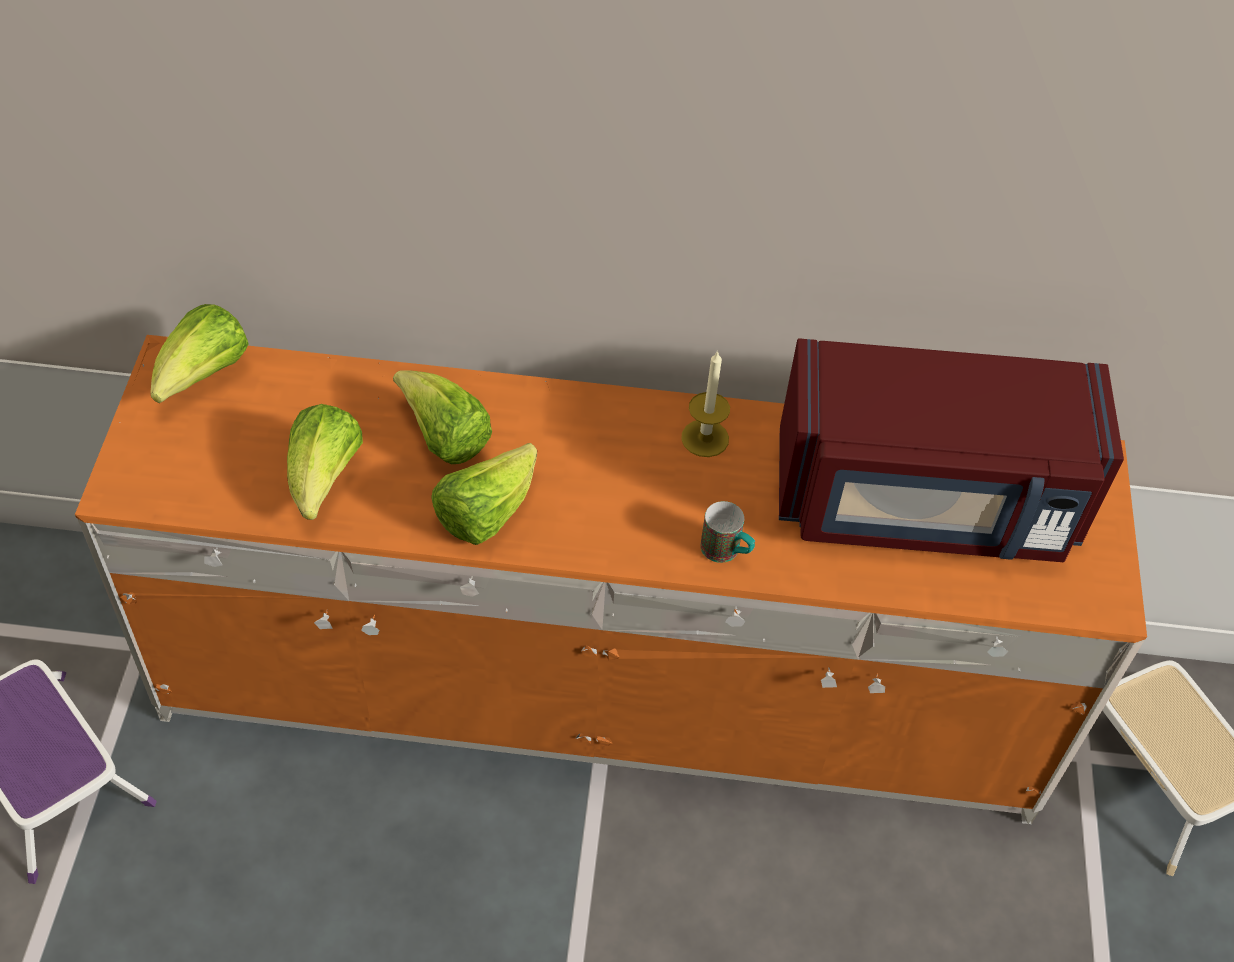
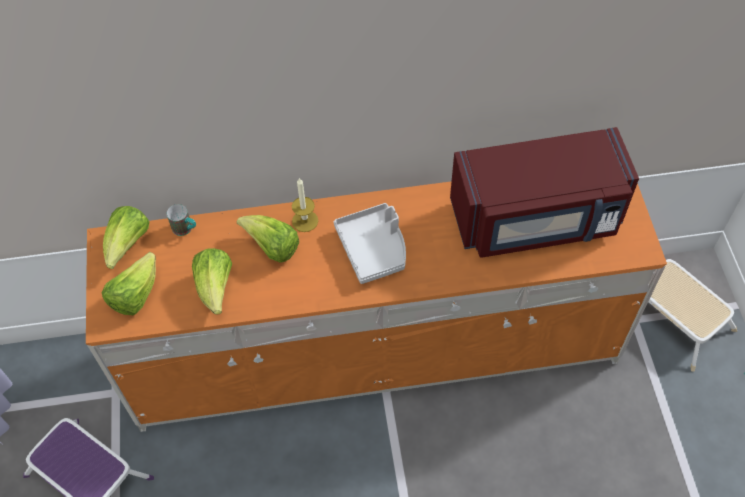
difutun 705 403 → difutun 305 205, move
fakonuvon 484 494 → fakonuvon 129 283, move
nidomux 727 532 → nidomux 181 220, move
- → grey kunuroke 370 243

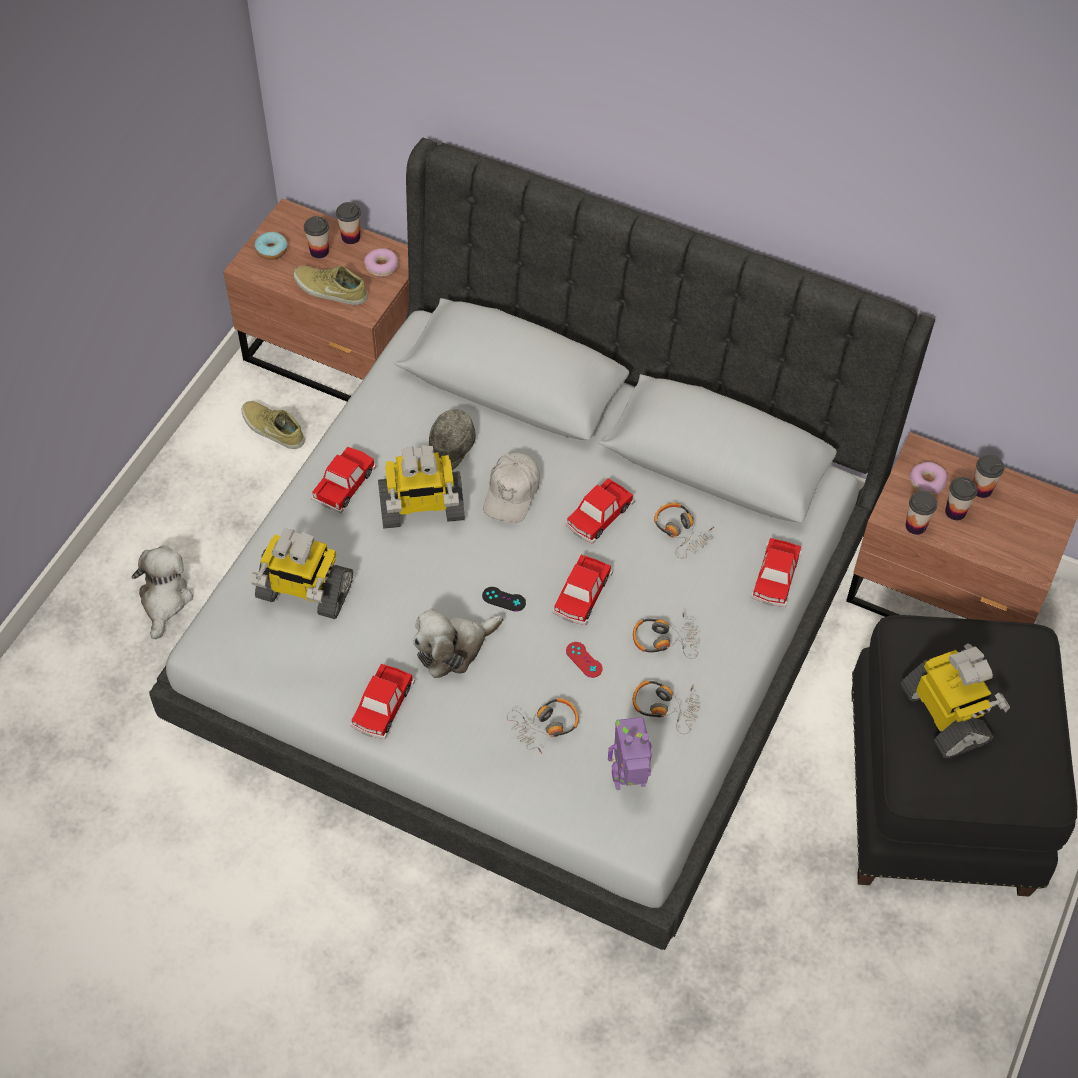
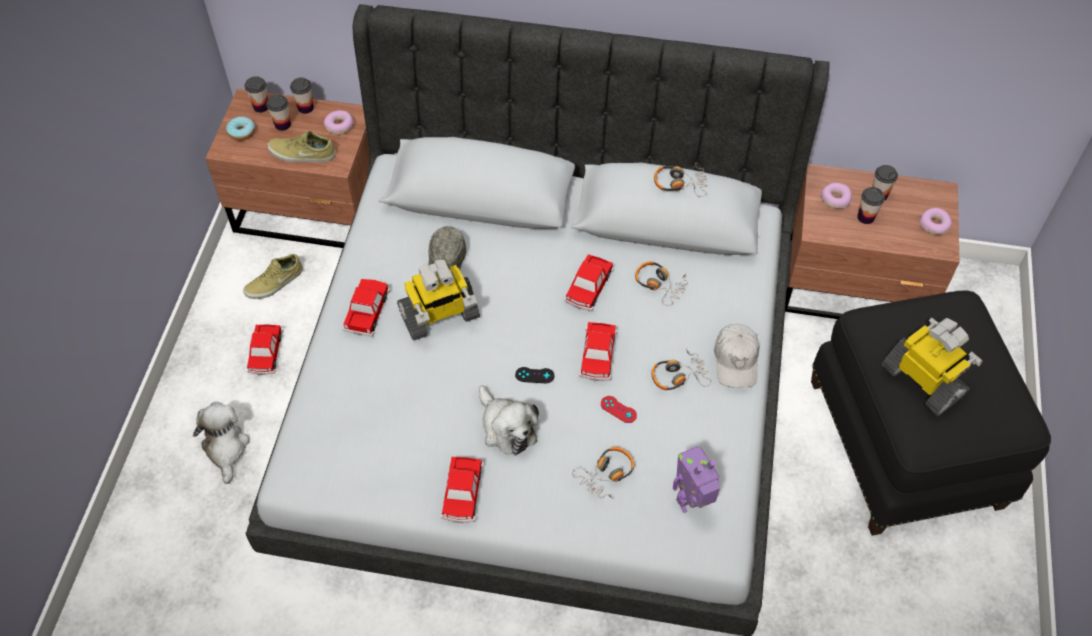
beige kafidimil 273 425 → beige kafidimil 273 276, 60 degrees counterclockwise
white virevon 512 487 → white virevon 737 356, move
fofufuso 921 513 → fofufuso 256 94, move
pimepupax 302 574 → -
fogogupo 776 572 → fogogupo 265 350, move
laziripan 458 643 → laziripan 509 420, 75 degrees counterclockwise
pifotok 666 707 → pifotok 681 180, move
- → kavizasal 936 221

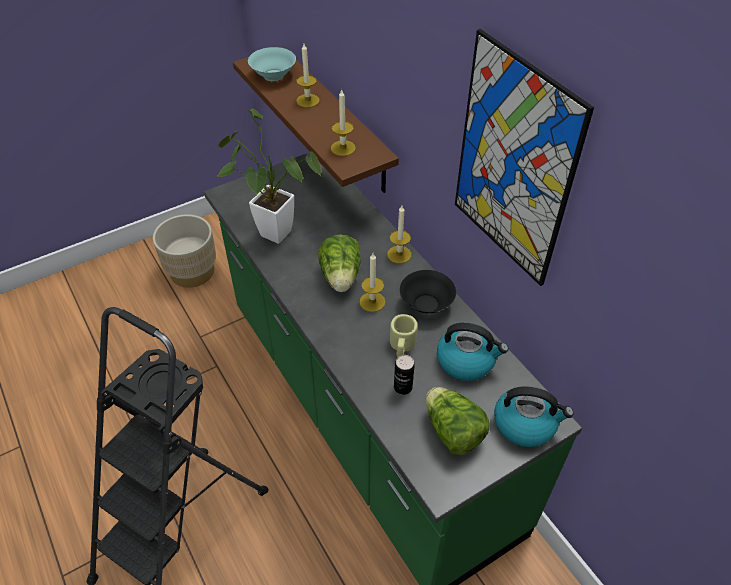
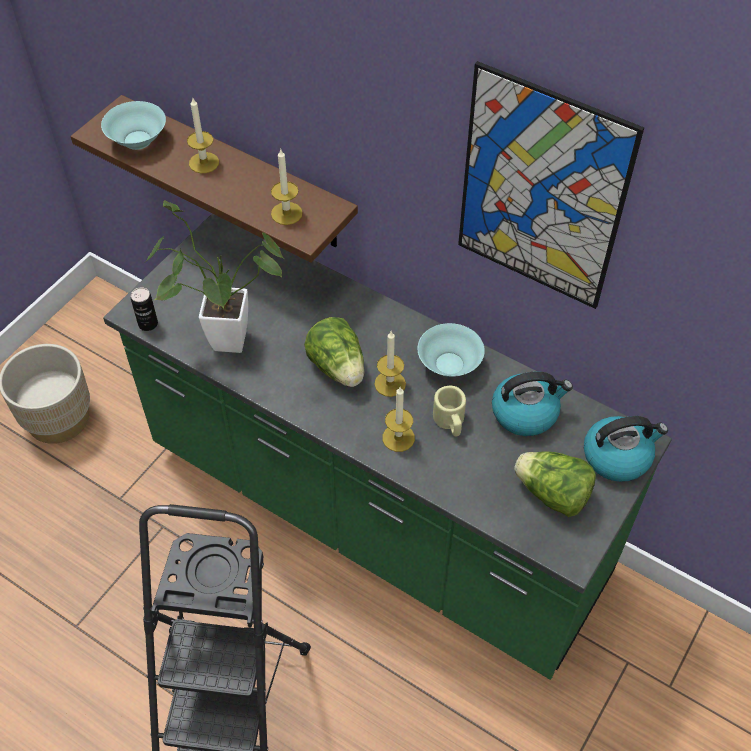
difutun 399 235 → difutun 398 419, move
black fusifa 428 291 → turquoise fusifa 451 350
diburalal 404 375 → diburalal 144 309, move

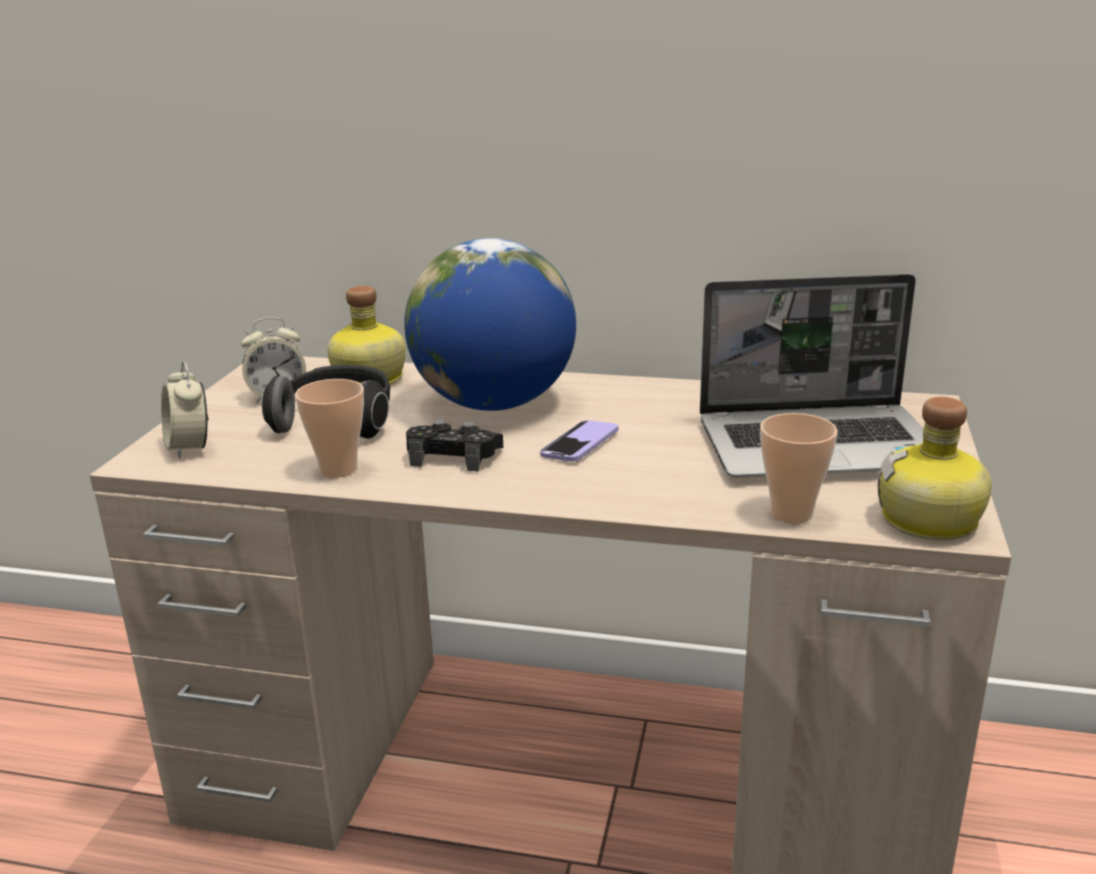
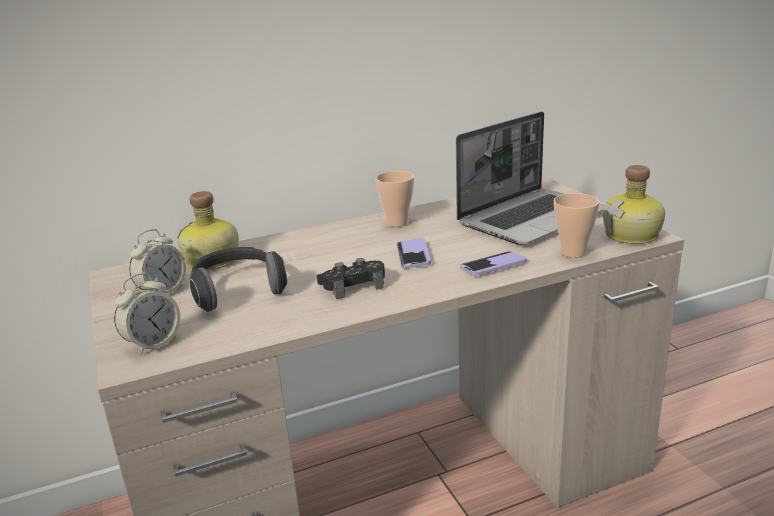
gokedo 490 324 → -
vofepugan 185 410 → vofepugan 147 314, 75 degrees counterclockwise
fofufuso 329 428 → fofufuso 395 199, move
- → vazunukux 493 263

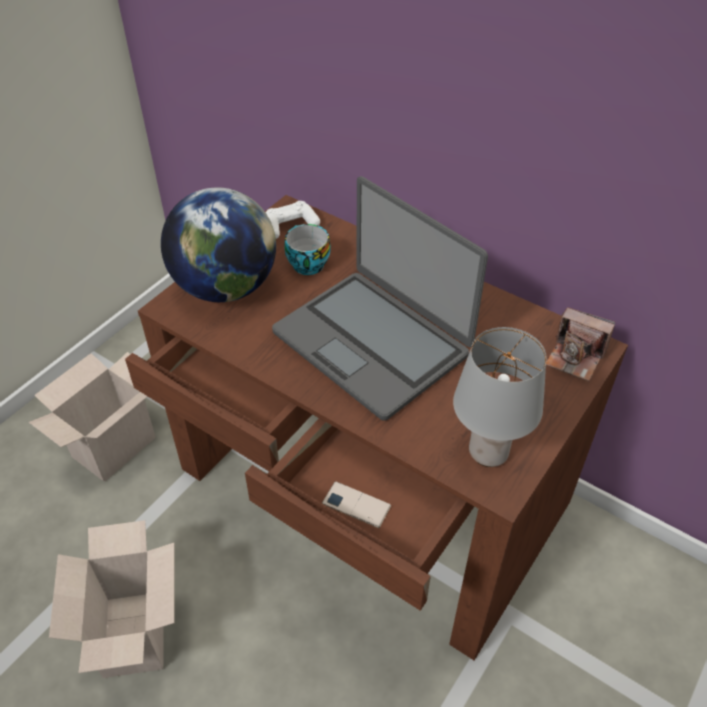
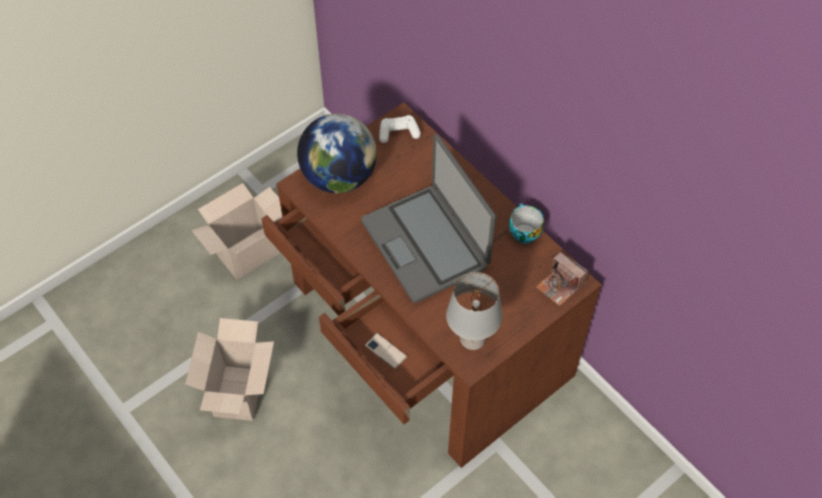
fofufuso 308 249 → fofufuso 526 223, move

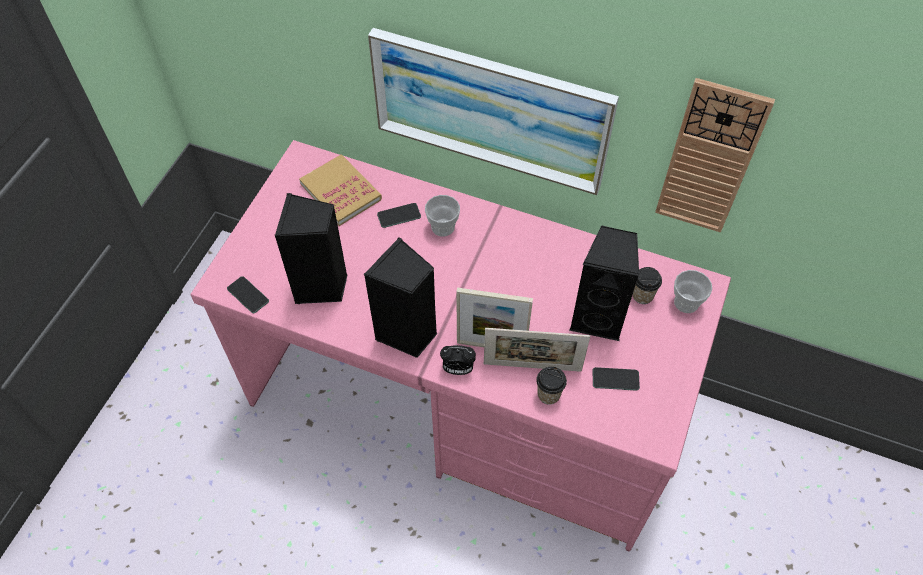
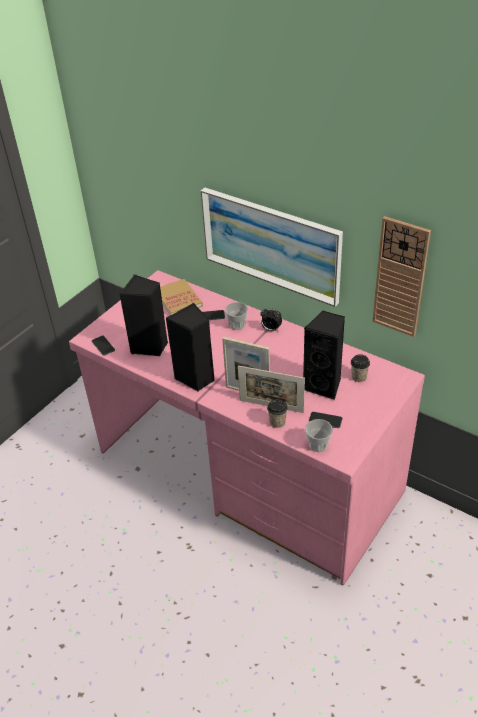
fofufuso 693 291 → fofufuso 319 435, move
vofepugan 458 360 → vofepugan 271 319, move

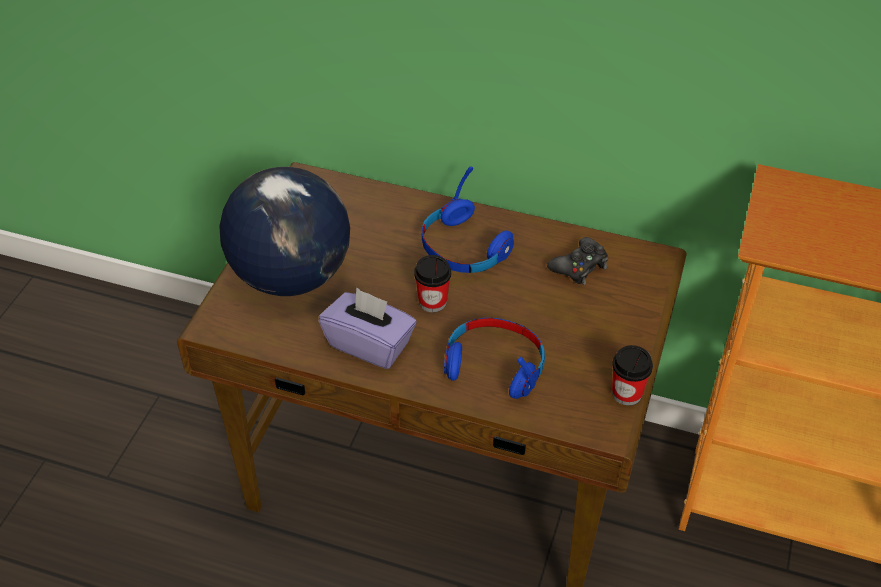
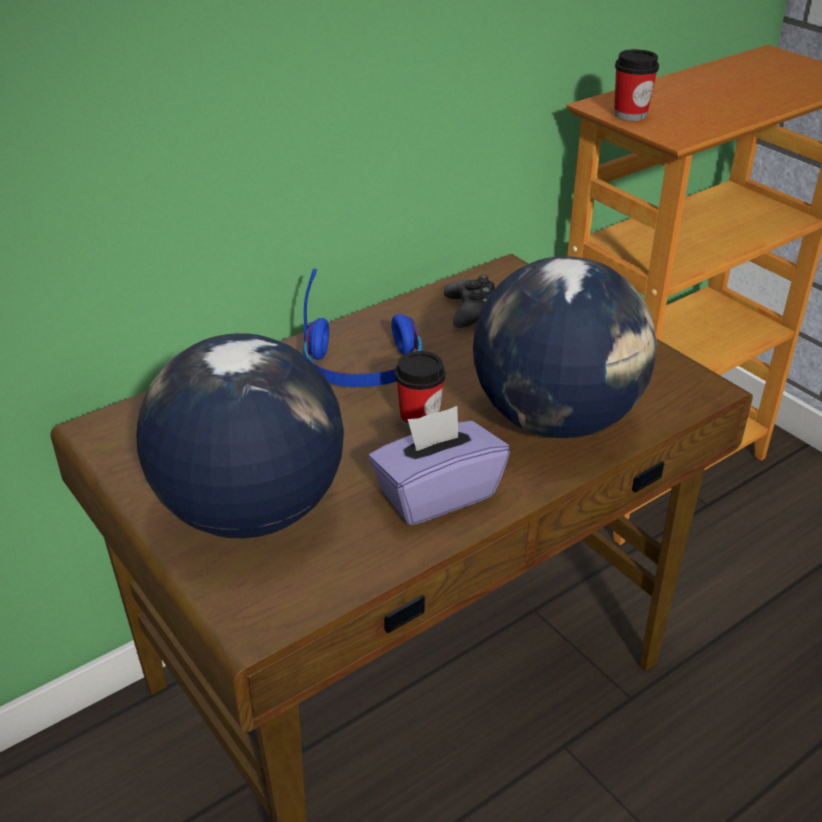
blue pifotok 494 358 → gokedo 565 347
fofufuso 632 375 → fofufuso 636 85, move

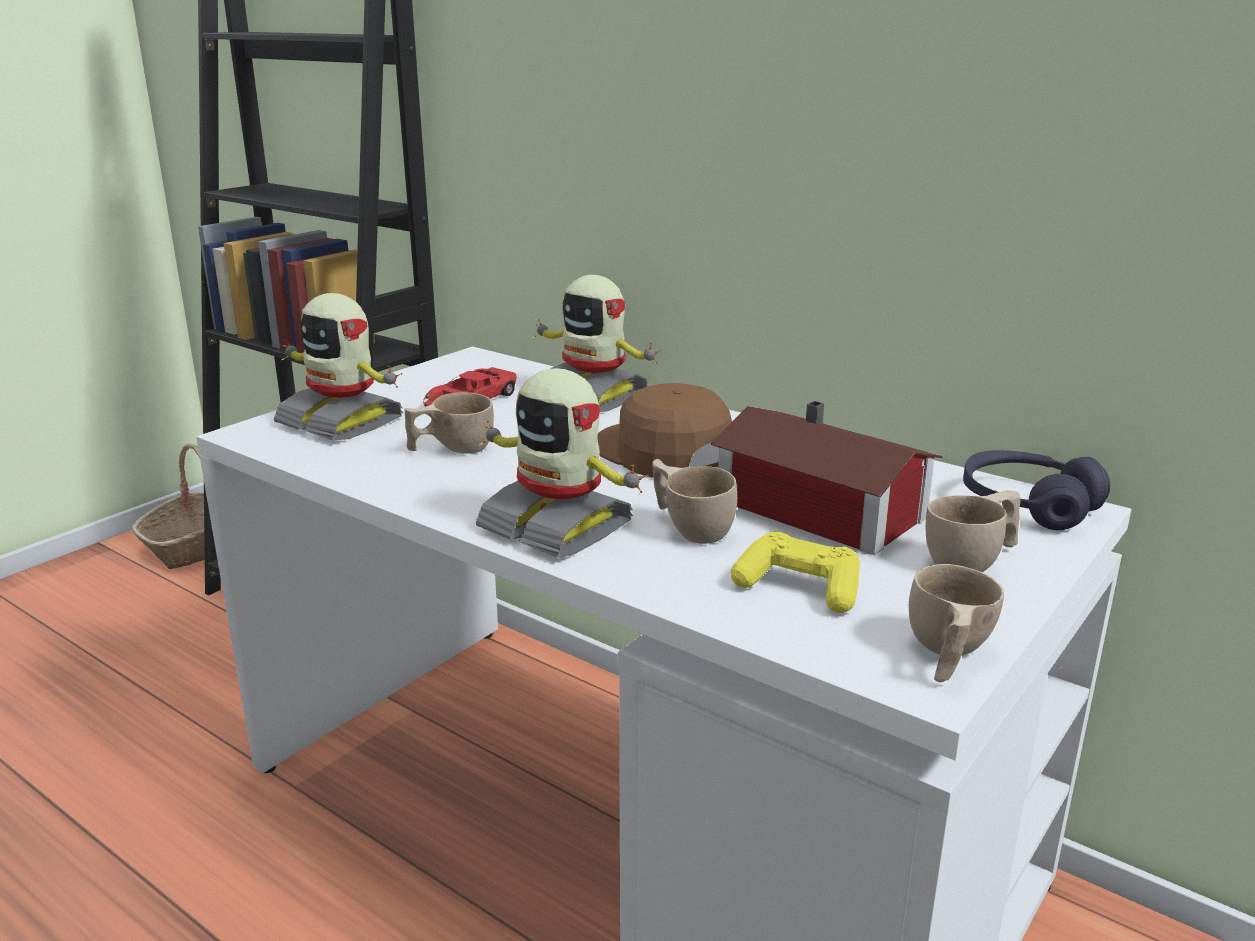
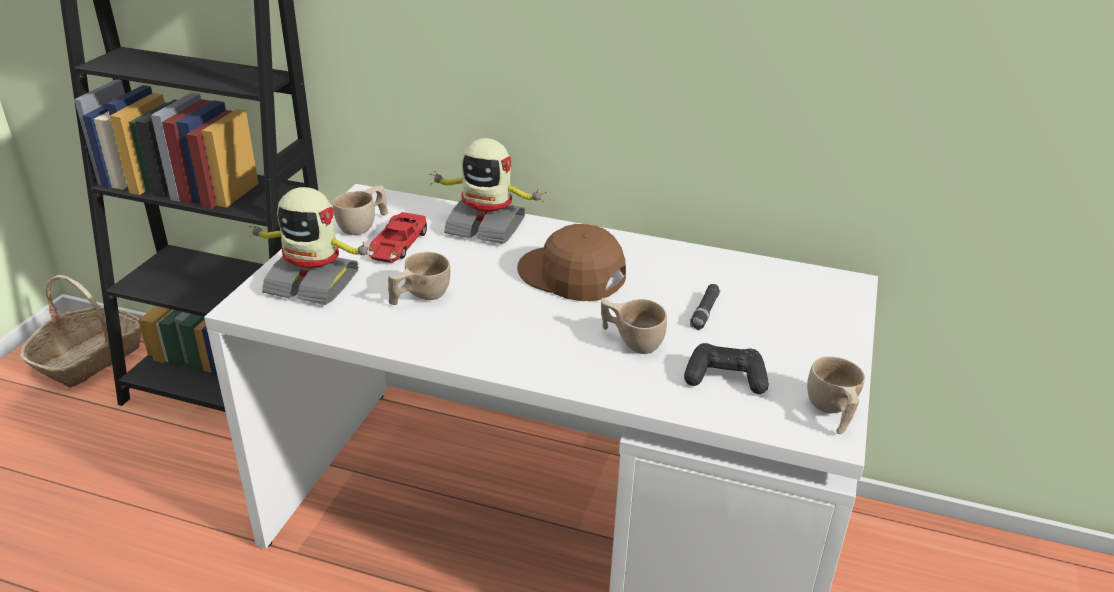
pimepupax 562 463 → -
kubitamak 827 478 → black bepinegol 705 307
purple pifotok 1036 490 → -
beige fofufuso 973 531 → beige fofufuso 360 210, move
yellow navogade 795 572 → black navogade 726 368

